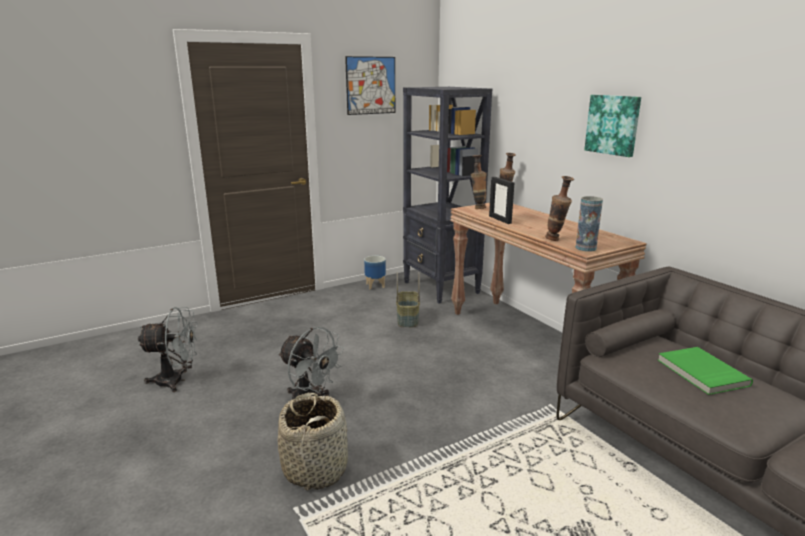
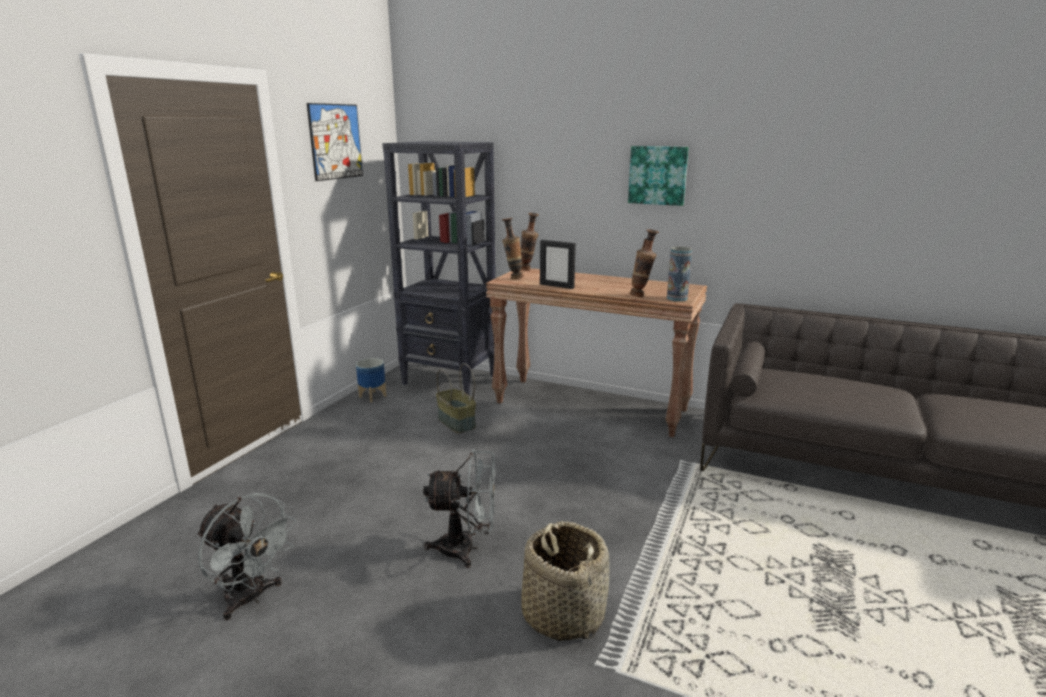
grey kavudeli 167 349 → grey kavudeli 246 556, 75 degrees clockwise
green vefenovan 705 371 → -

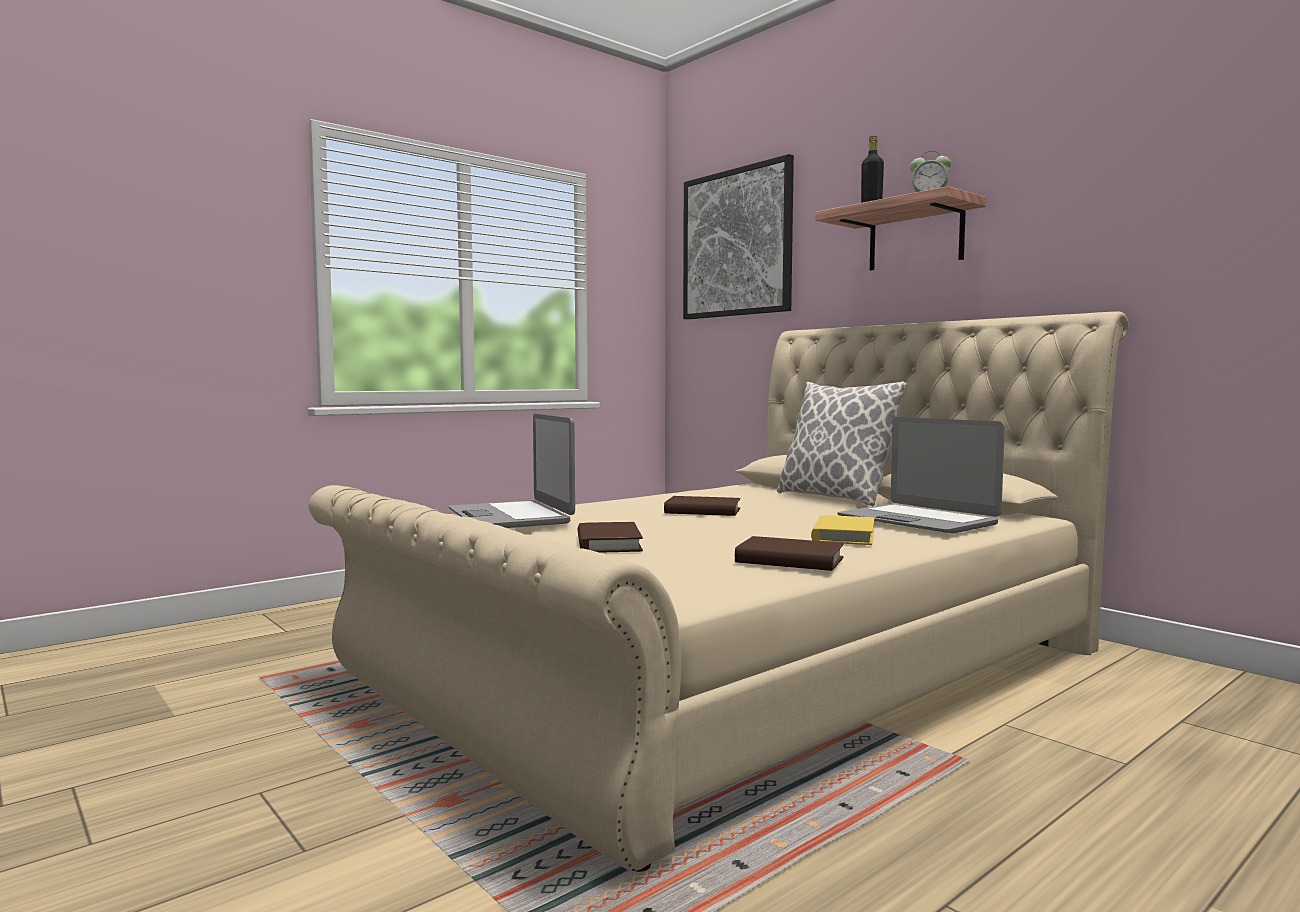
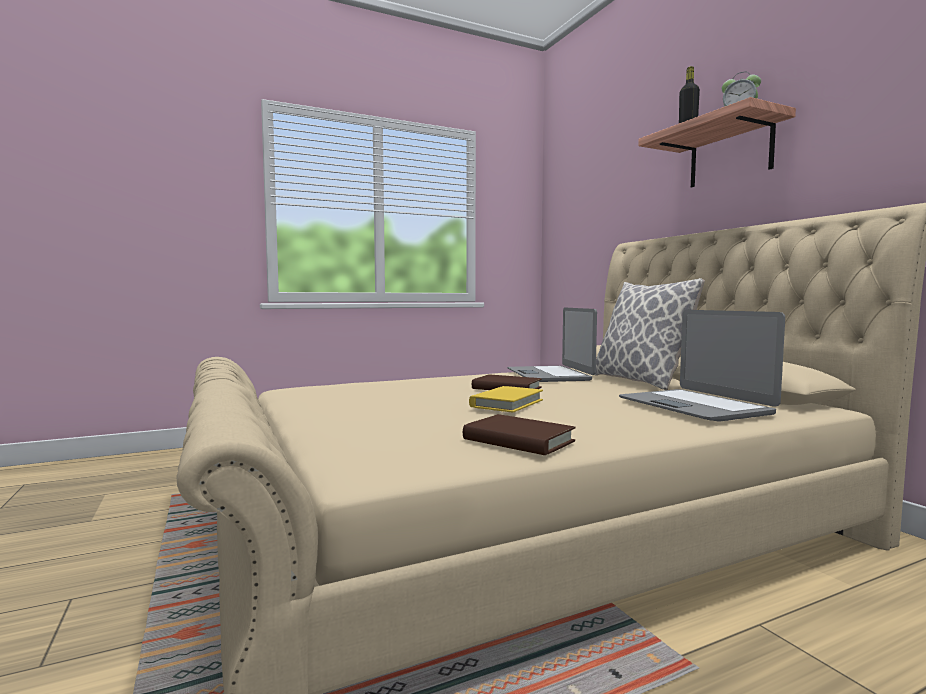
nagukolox 738 236 → -
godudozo 512 471 → godudozo 552 344, move
yellow vefenovan 843 530 → yellow vefenovan 506 399, move
brown vefenovan 610 537 → -

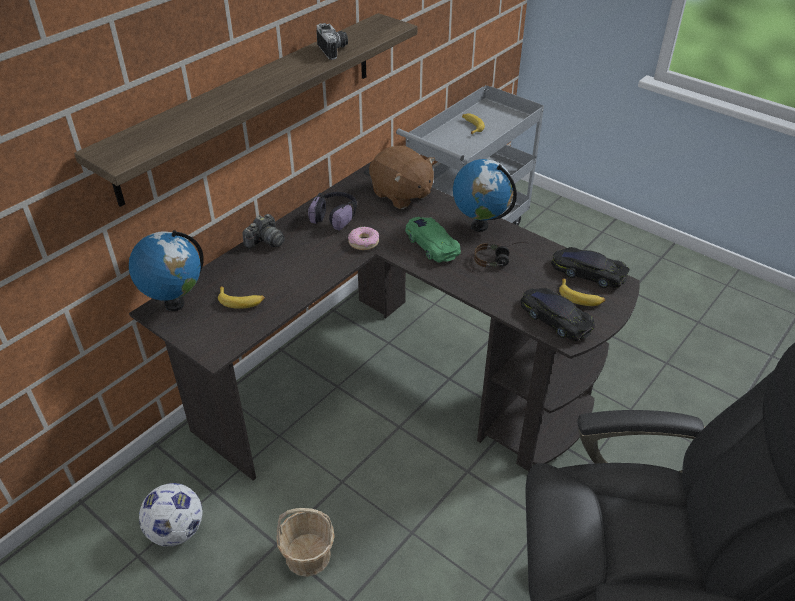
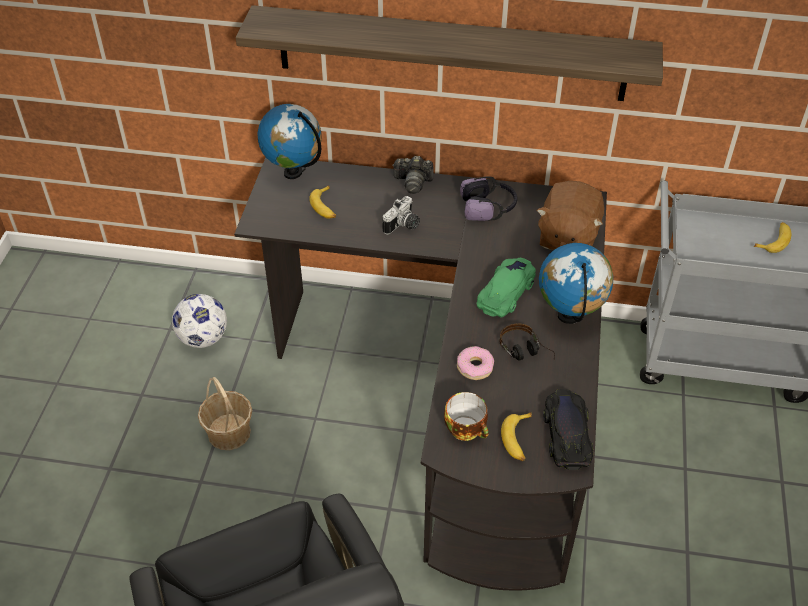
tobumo 332 41 → tobumo 401 215, move
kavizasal 363 238 → kavizasal 475 363, move
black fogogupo 558 314 → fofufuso 466 416

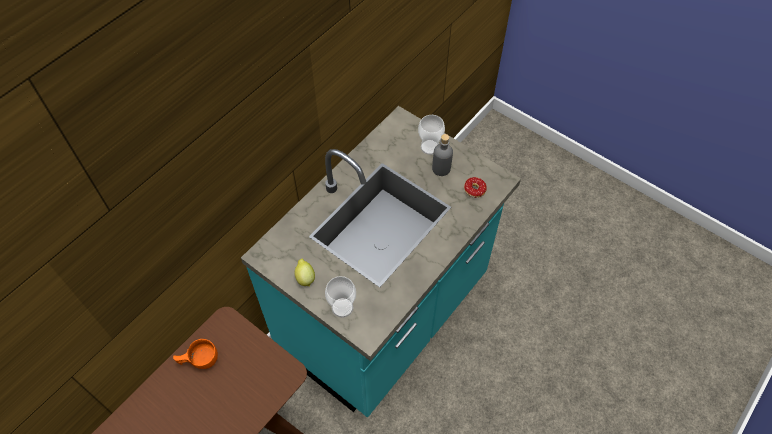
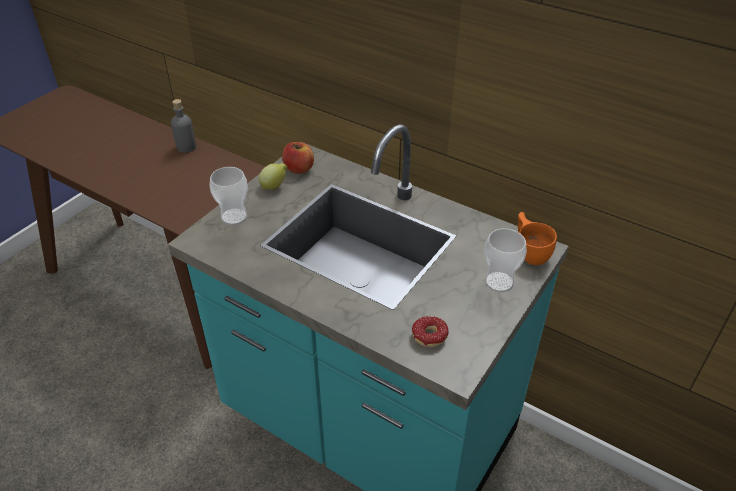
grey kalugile 442 155 → grey kalugile 183 126, move
orange fofufuso 195 354 → orange fofufuso 537 238, move
- → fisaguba 298 158

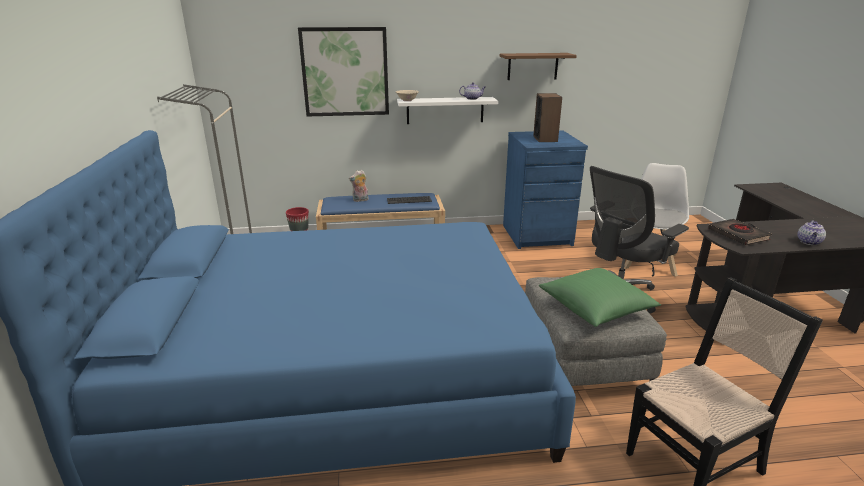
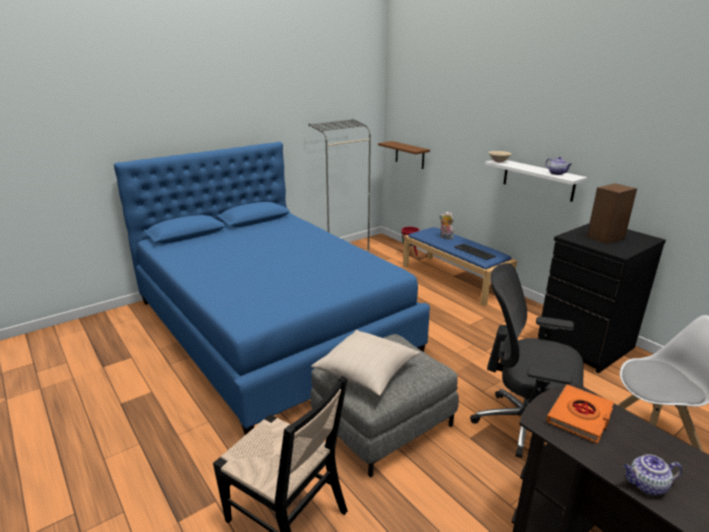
nagukolox 343 72 → -
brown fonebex 538 66 → brown fonebex 404 155, move
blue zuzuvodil 545 190 → black zuzuvodil 602 298
black vefenovan 740 232 → orange vefenovan 580 414
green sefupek 600 297 → beige sefupek 365 363

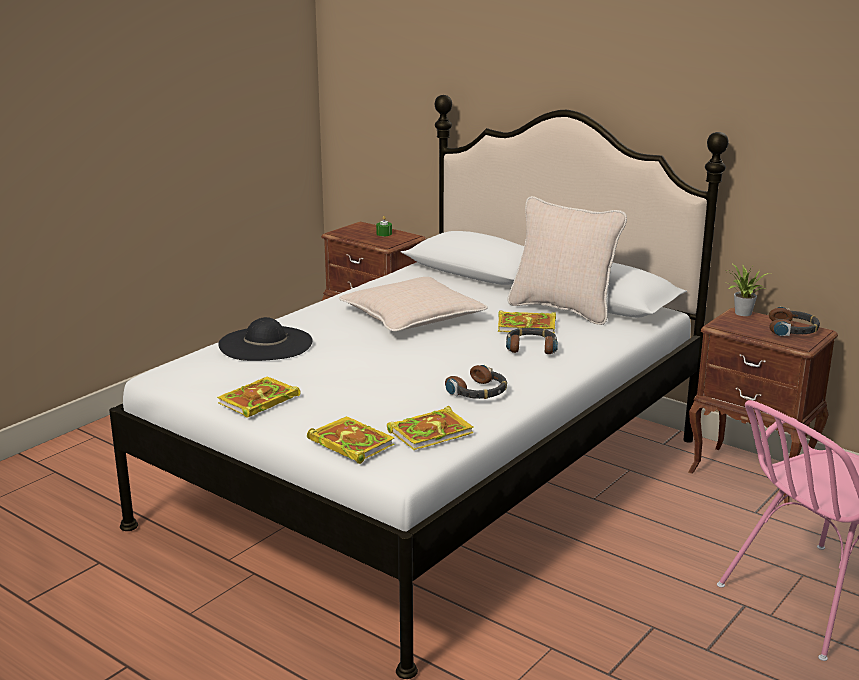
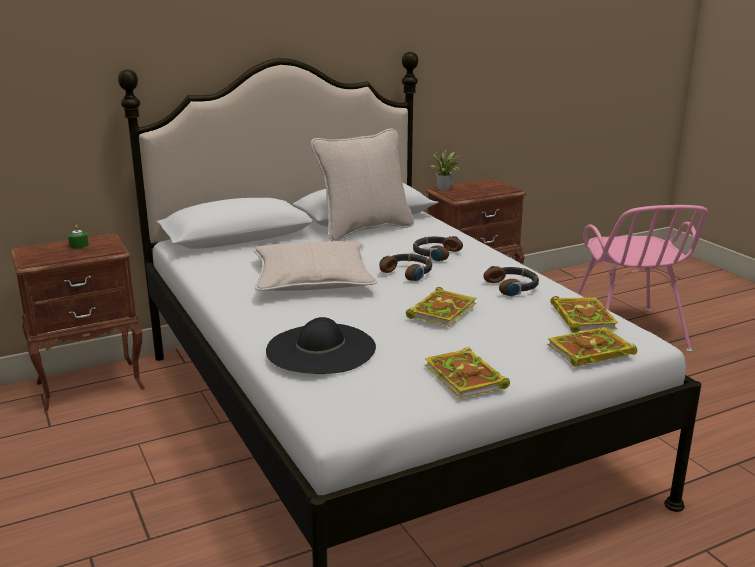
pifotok 794 321 → pifotok 405 267, move
vefenovan 527 322 → vefenovan 441 307, move

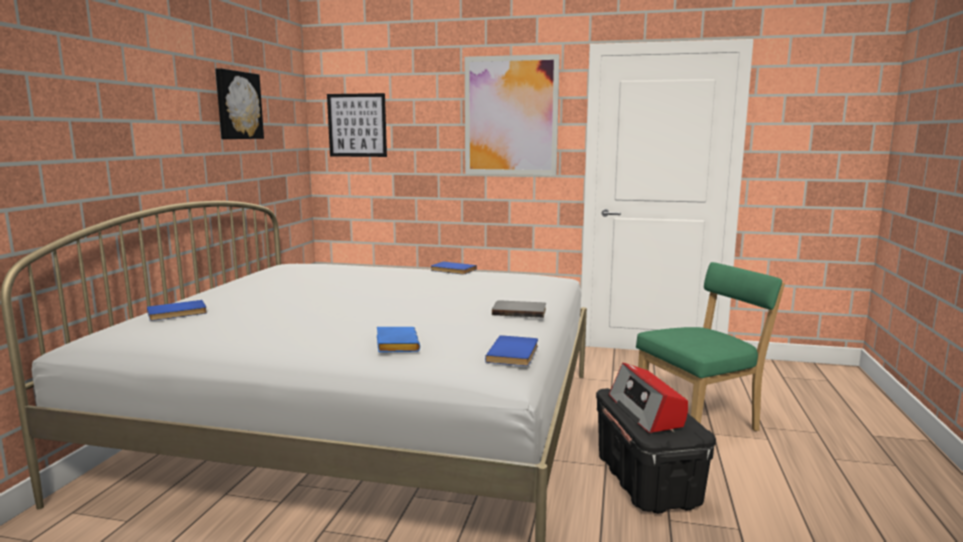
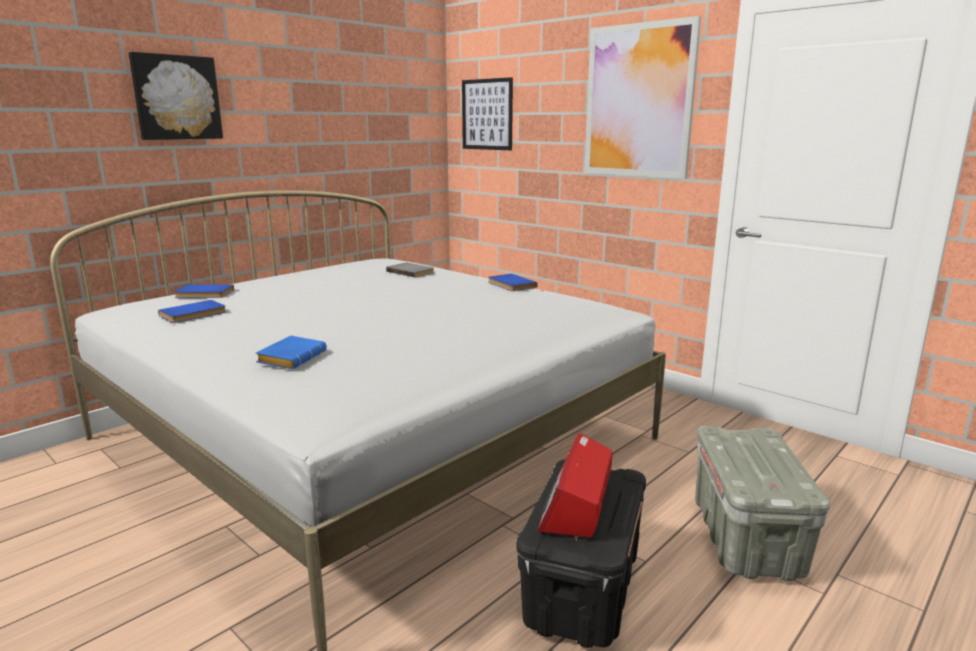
nagukolox 239 103 → nagukolox 176 96, move
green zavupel 710 346 → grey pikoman 762 503
grey vefenovan 519 309 → grey vefenovan 410 270, move
blue vefenovan 511 350 → blue vefenovan 192 311, move

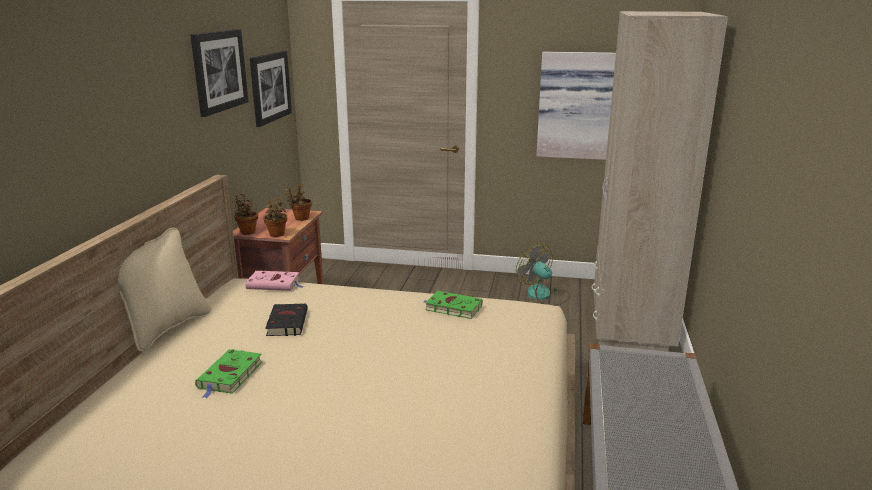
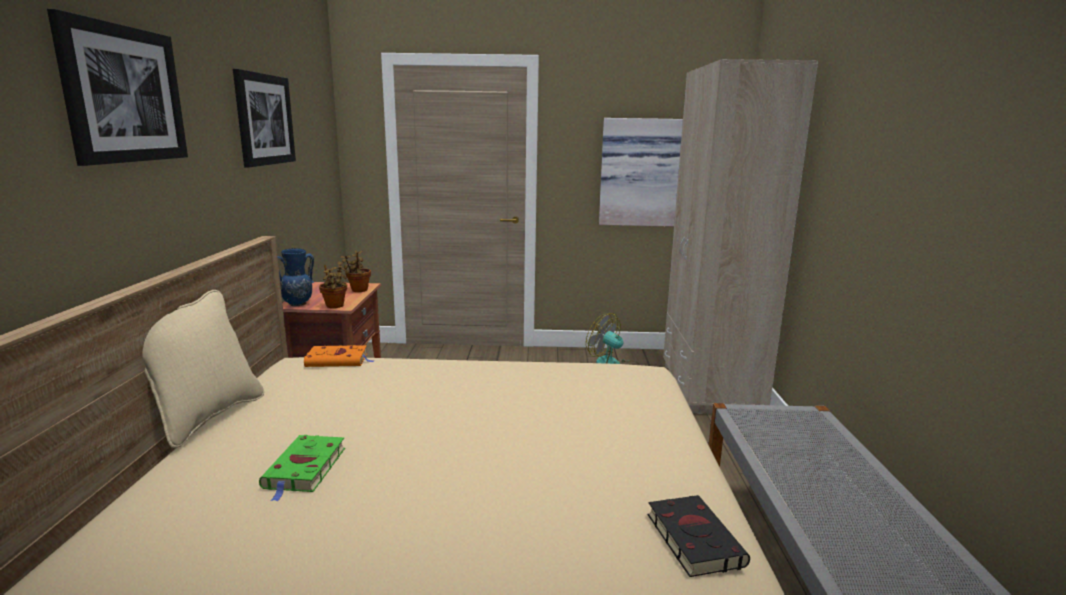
nagukolox 271 89 → nagukolox 117 87, move
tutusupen 245 214 → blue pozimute 295 277
pink vefenovan 275 281 → orange vefenovan 339 356
green vefenovan 453 305 → -
black vefenovan 286 319 → black vefenovan 699 536, move

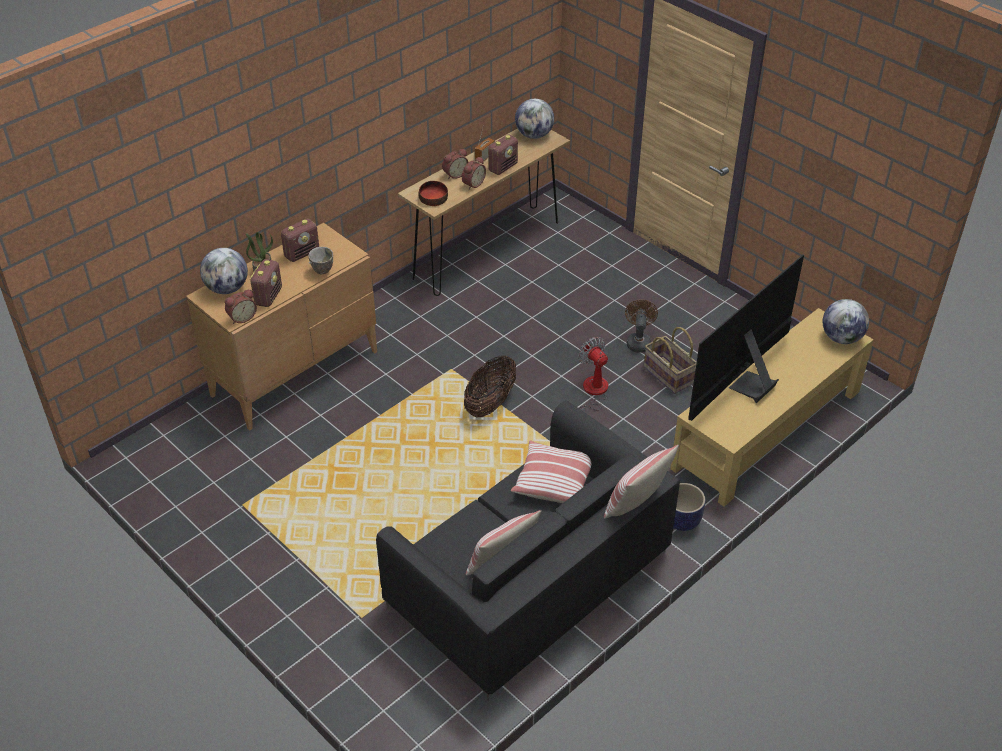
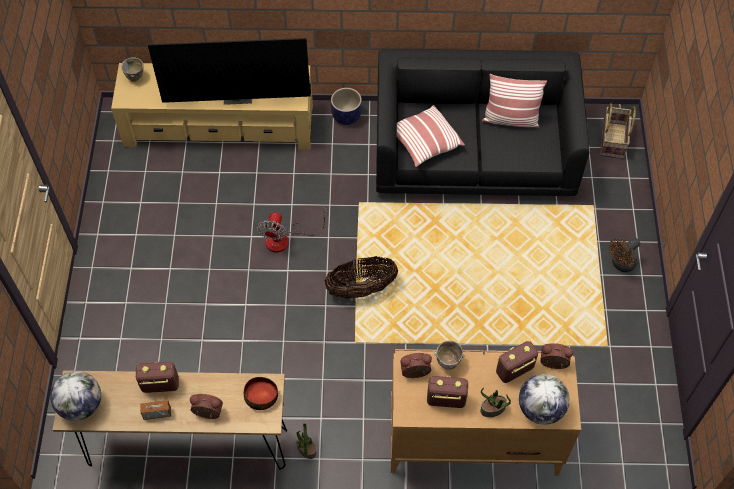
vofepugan 474 173 → vofepugan 416 365, move
brown kavudeli 641 325 → brown kavudeli 624 255, move
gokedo 846 321 → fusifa 132 69
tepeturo 670 360 → tepeturo 618 131, move
sefupek 641 482 → -
- → tutusupen 306 441

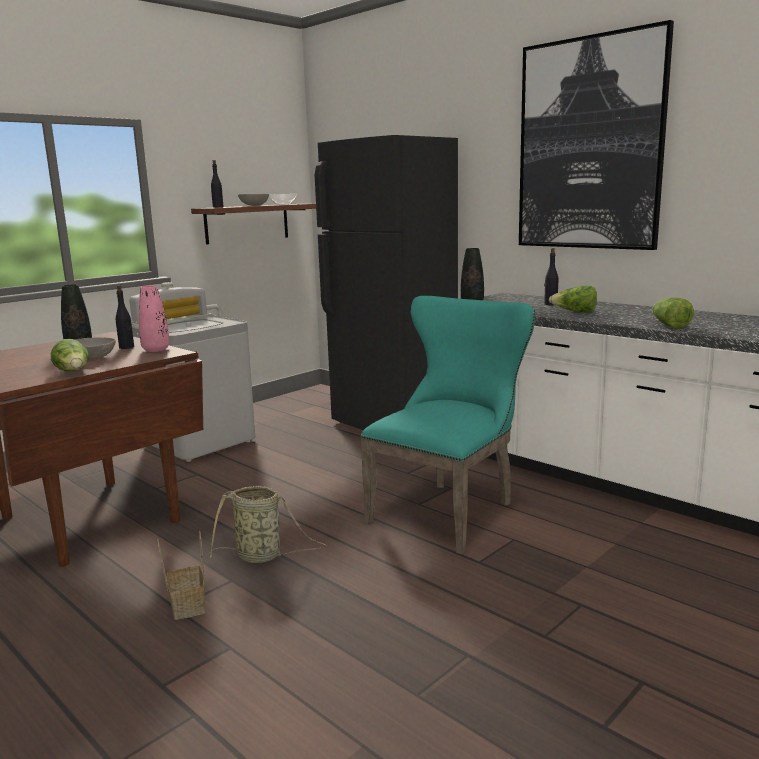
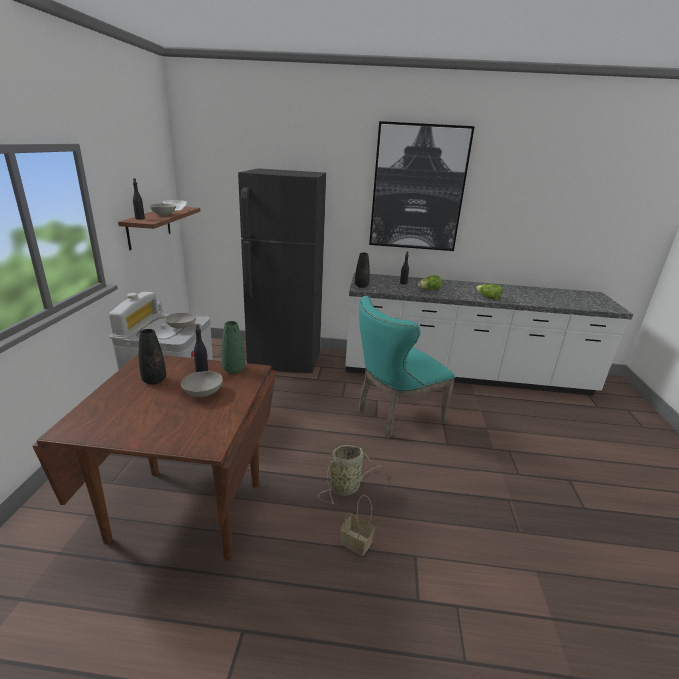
pink pozimute 154 318 → green pozimute 233 347
turquoise zavupel 447 425 → turquoise zavupel 407 367, 120 degrees counterclockwise
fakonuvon 70 355 → -
- → grey fusifa 180 321

